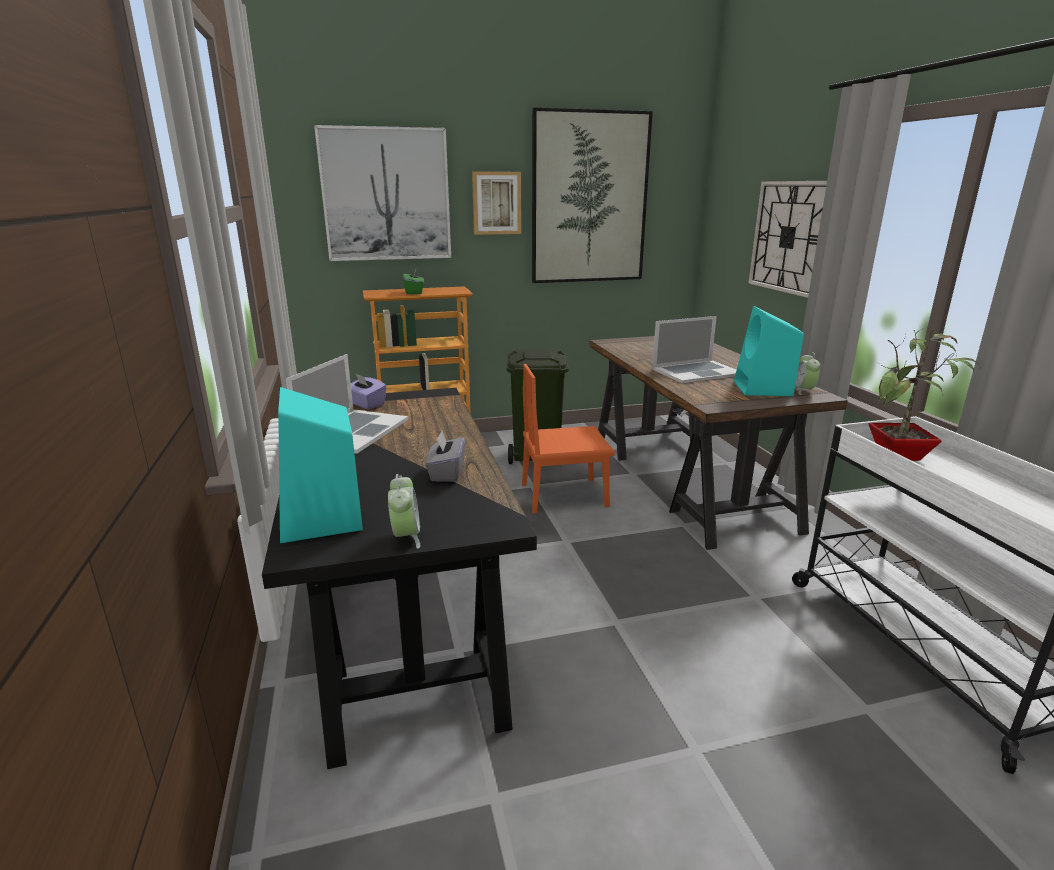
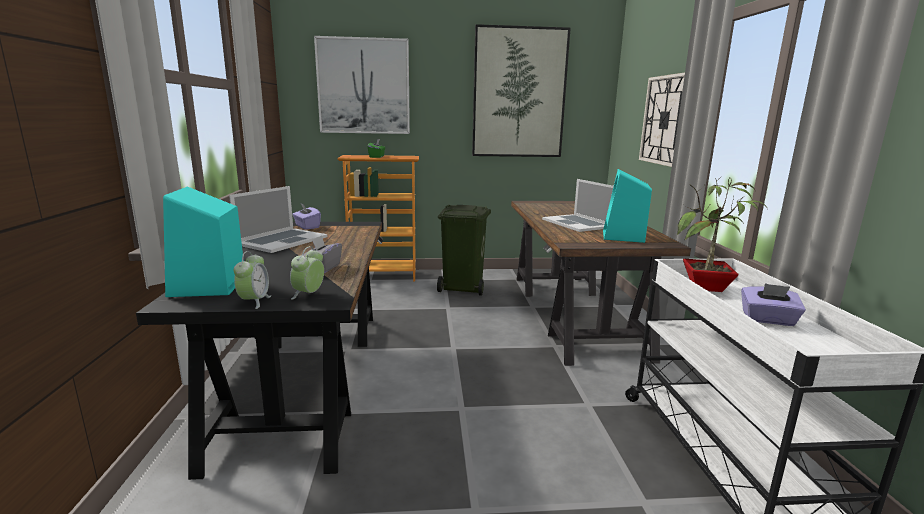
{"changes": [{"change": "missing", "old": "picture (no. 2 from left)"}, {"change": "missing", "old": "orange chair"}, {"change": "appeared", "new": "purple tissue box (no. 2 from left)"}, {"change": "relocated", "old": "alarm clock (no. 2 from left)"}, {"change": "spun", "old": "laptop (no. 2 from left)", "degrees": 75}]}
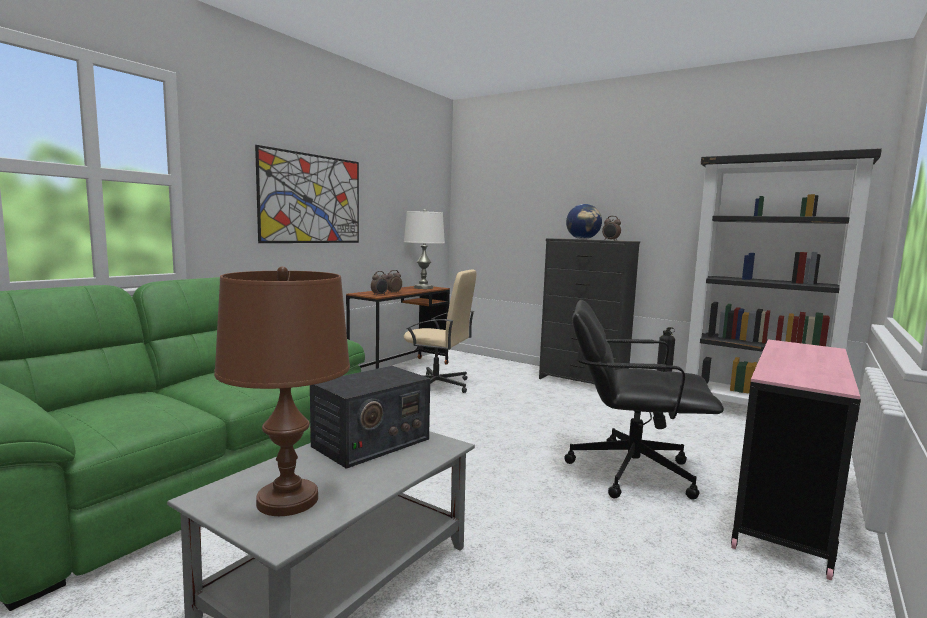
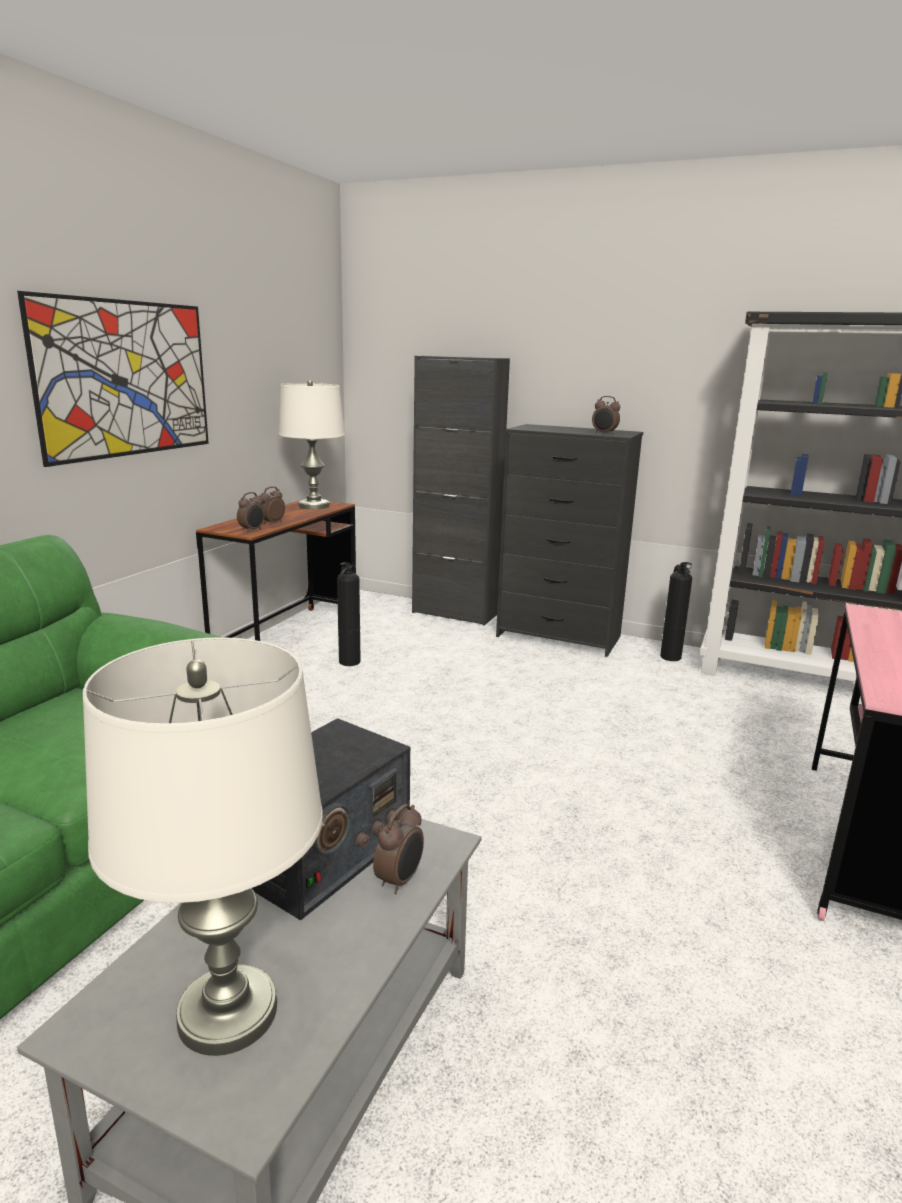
{"changes": [{"change": "missing", "old": "black office chair"}, {"change": "missing", "old": "globe"}, {"change": "appeared", "new": "alarm clock (no. 3 from left)"}, {"change": "appeared", "new": "black cabinet"}, {"change": "exchanged", "old": "beige office chair", "new": "fire extinguisher (no. 1 from left)"}, {"change": "colour", "old": "brown table lamp", "new": "white table lamp (no. 1 from left)"}]}
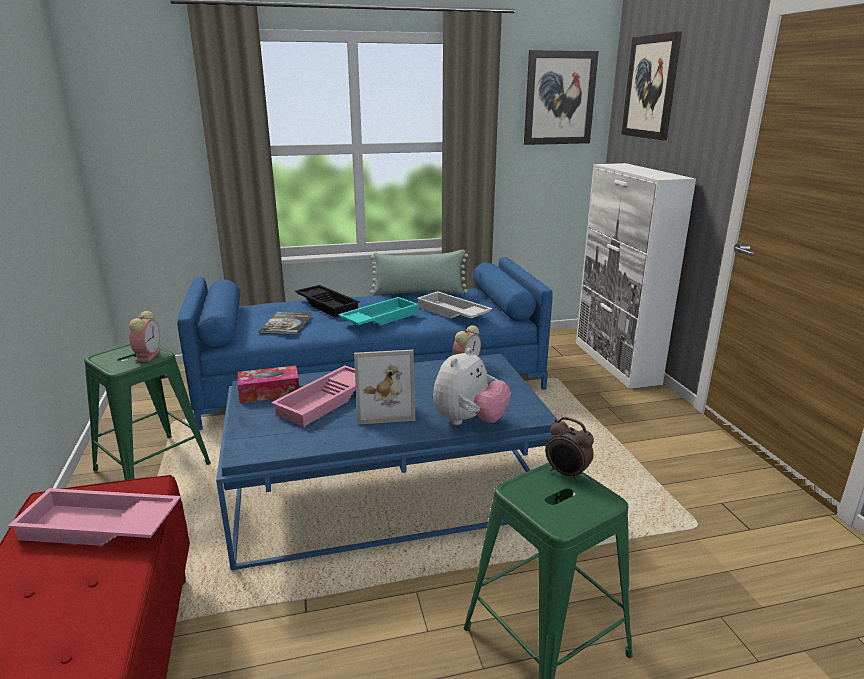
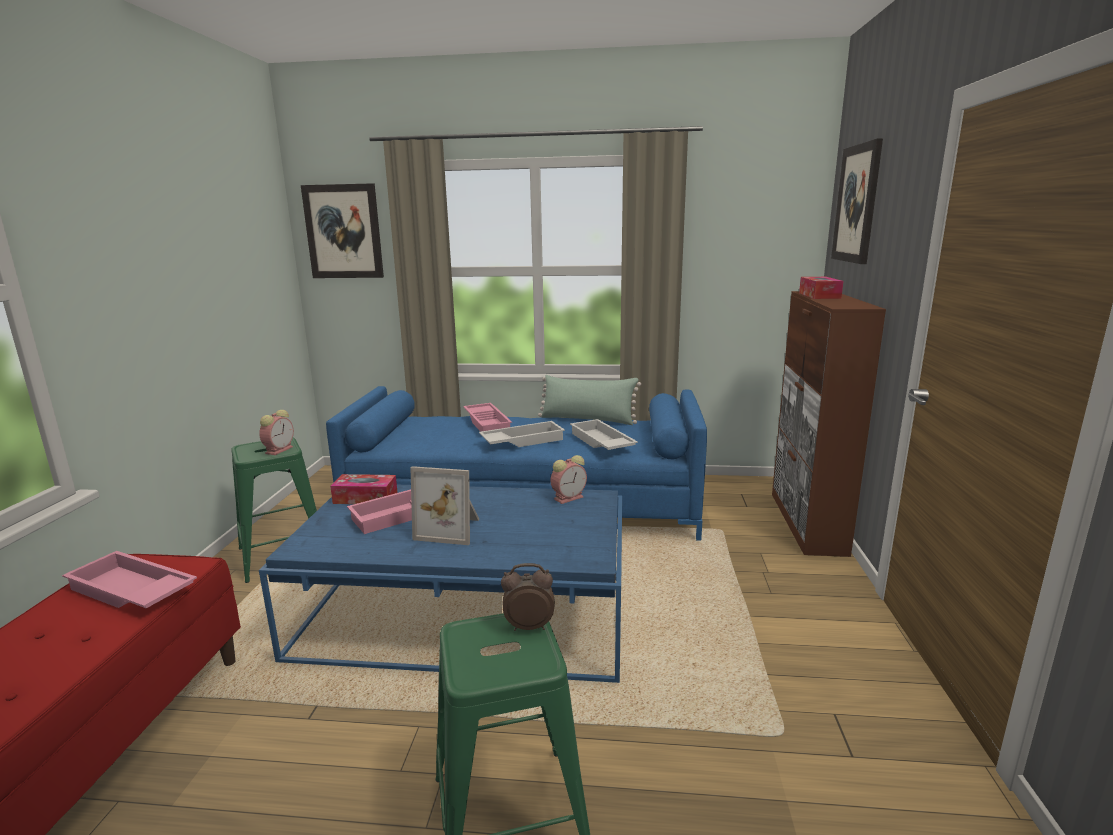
{"changes": [{"change": "missing", "old": "book"}, {"change": "missing", "old": "plush toy"}, {"change": "appeared", "new": "tissue box (no. 2 from left)"}, {"change": "relocated", "old": "picture (no. 1 from left)"}, {"change": "colour", "old": "black tray", "new": "pink tray (no. 3 from left)"}, {"change": "colour", "old": "turquoise tray", "new": "white tray (no. 1 from left)"}, {"change": "colour", "old": "white cabinet", "new": "brown cabinet"}, {"change": "spun", "old": "alarm clock (no. 3 from left in the first image)", "degrees": 120}]}
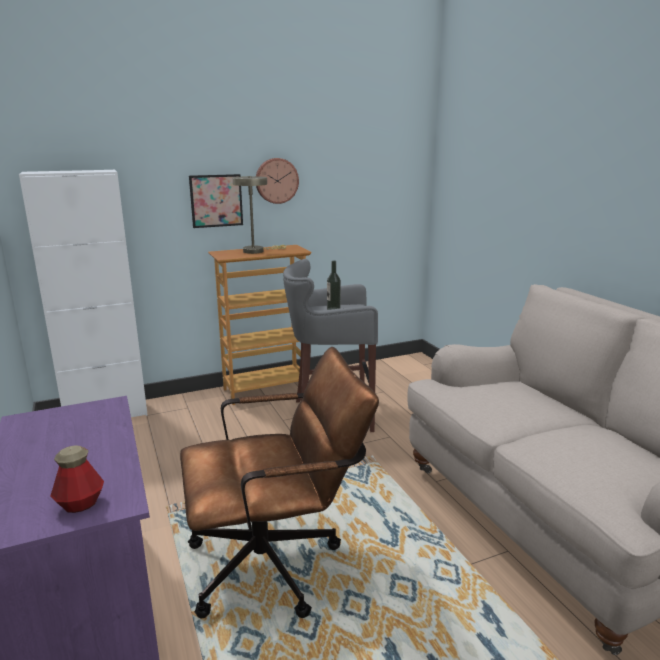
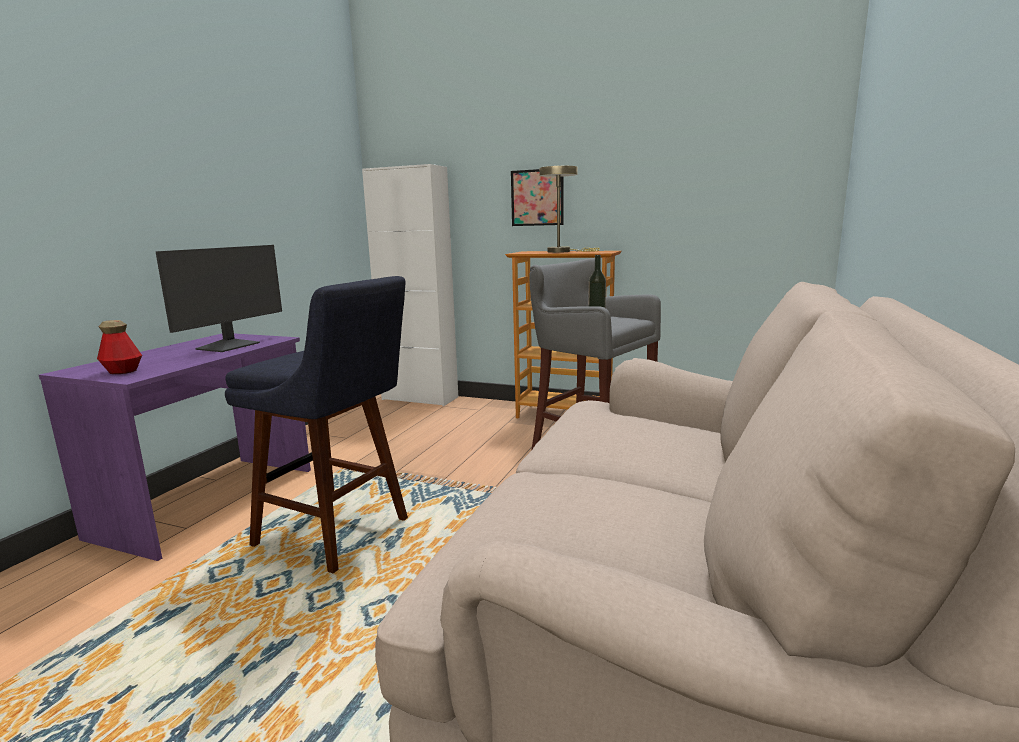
{"changes": [{"change": "missing", "old": "wall clock"}, {"change": "appeared", "new": "monitor"}, {"change": "exchanged", "old": "brown office chair", "new": "blue stool"}]}
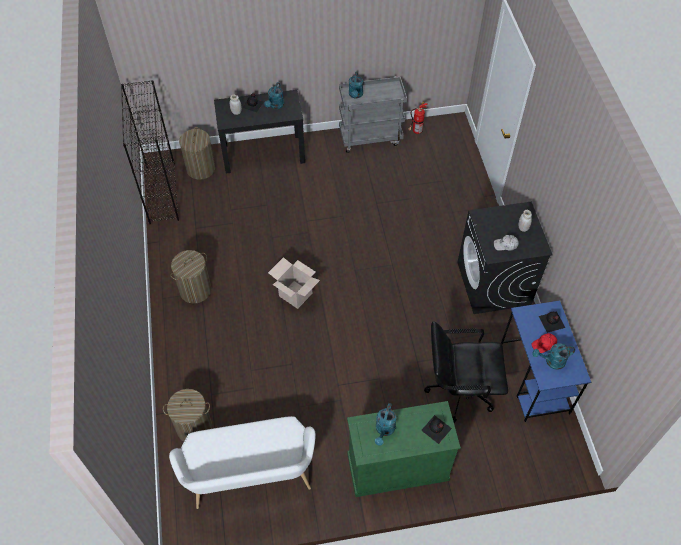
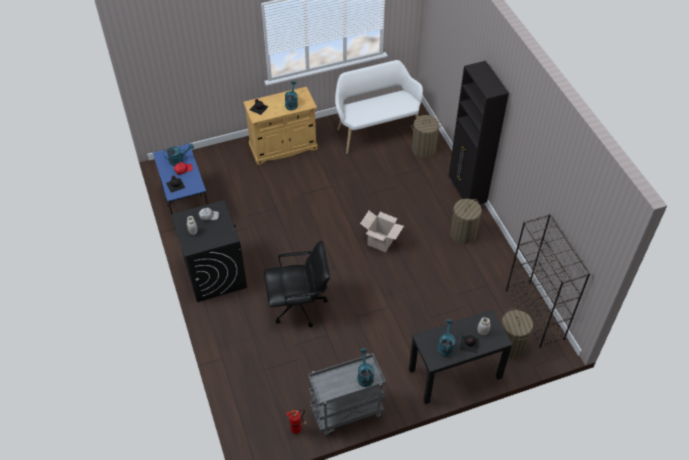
{"changes": [{"change": "appeared", "new": "black cabinet"}, {"change": "relocated", "old": "black office chair"}, {"change": "colour", "old": "green cabinet", "new": "beige cabinet"}]}
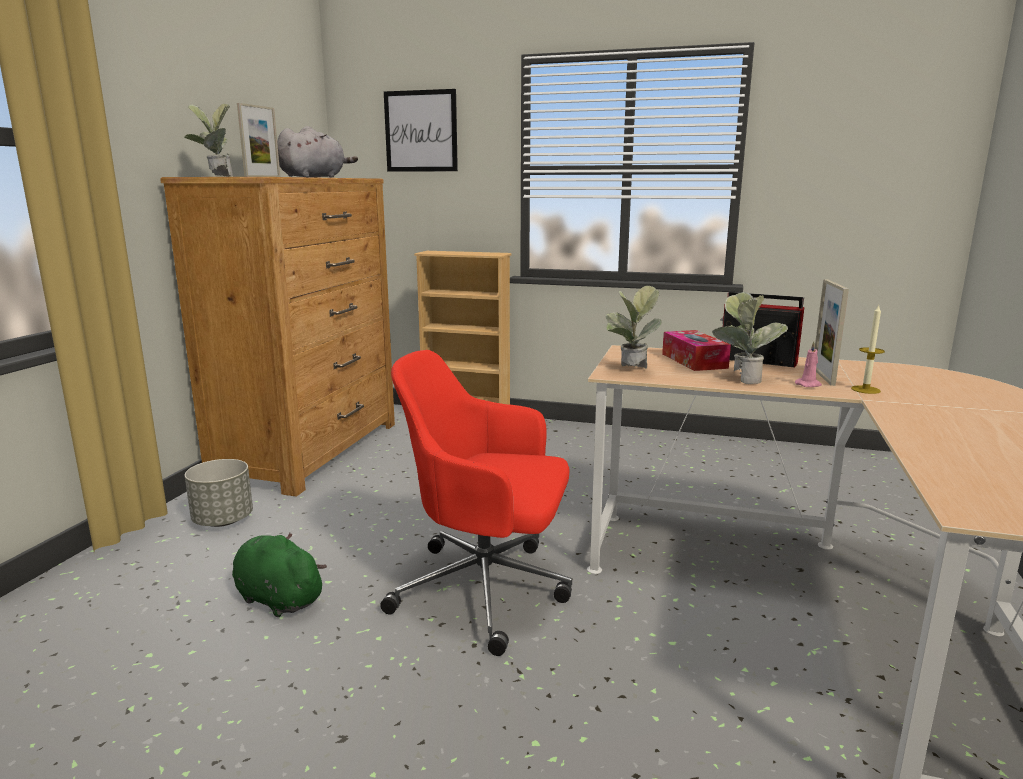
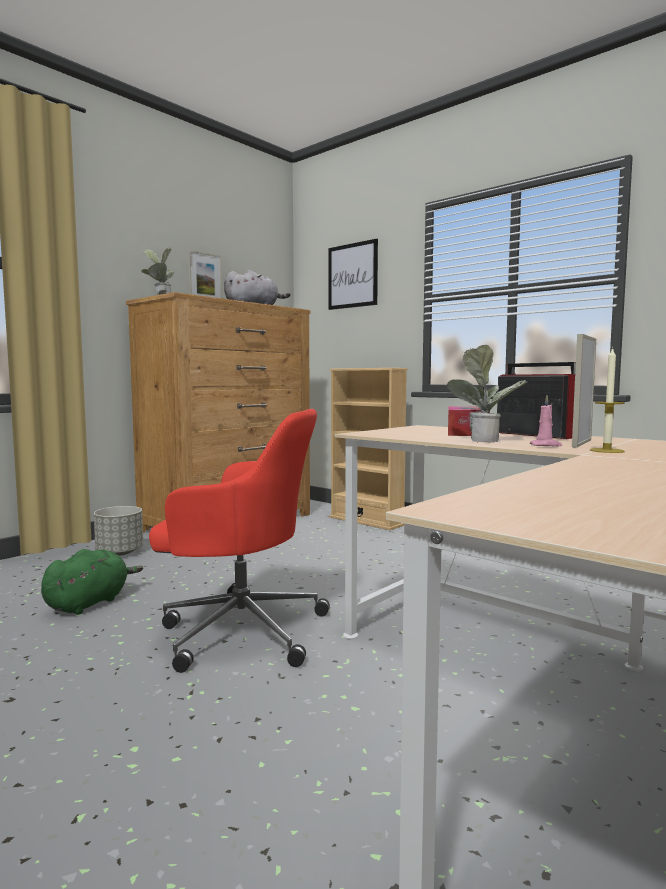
{"changes": [{"change": "missing", "old": "potted plant (no. 2 from left)"}, {"change": "spun", "old": "green plush toy", "degrees": 60}, {"change": "spun", "old": "red office chair", "degrees": 150}]}
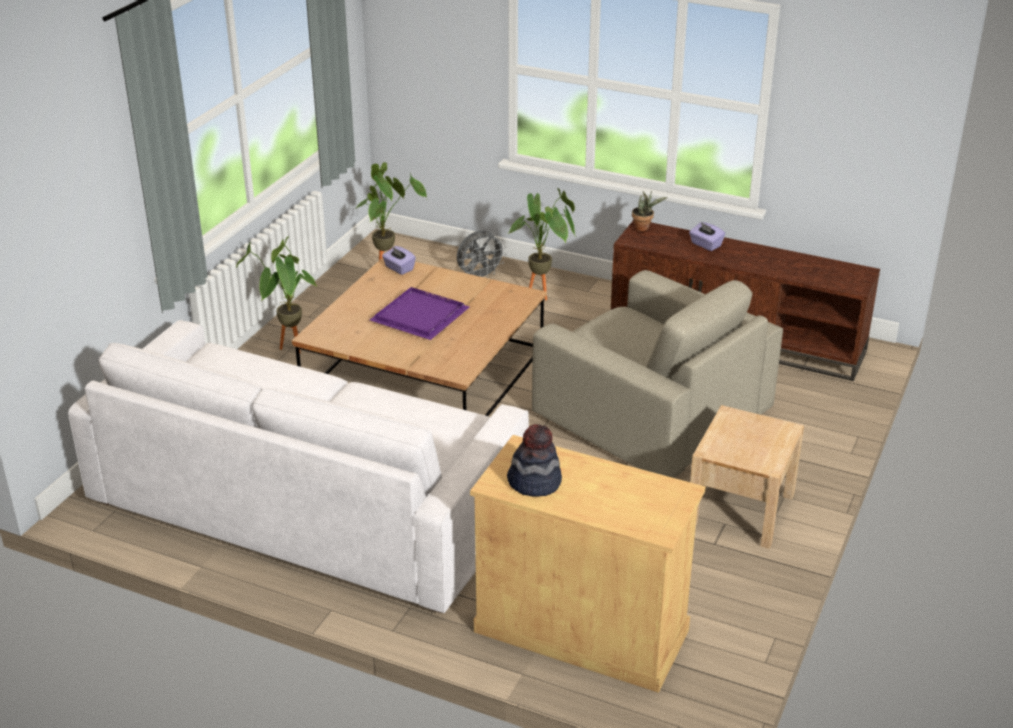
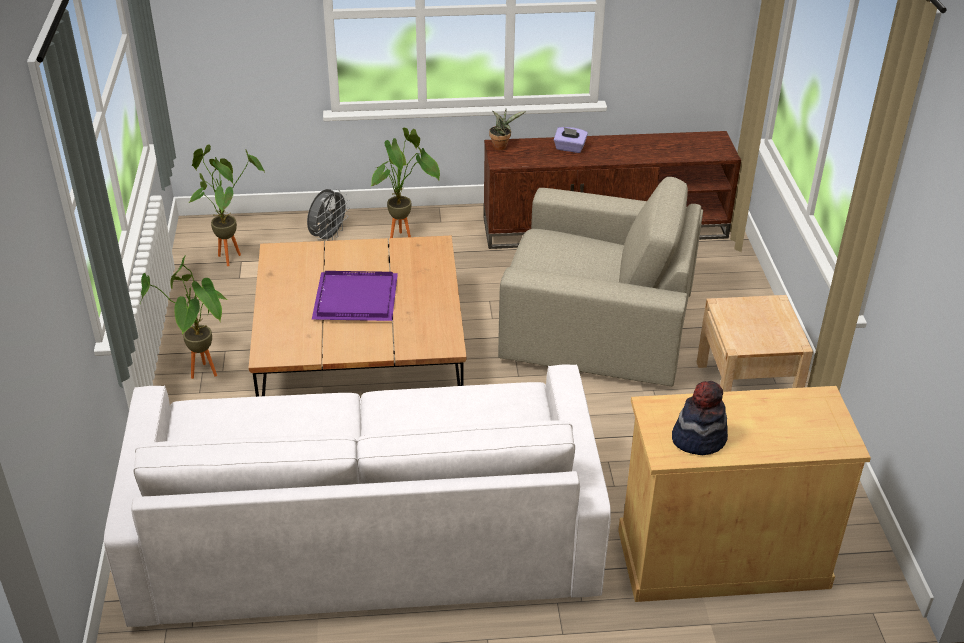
{"changes": [{"change": "missing", "old": "purple tissue box (no. 1 from left)"}]}
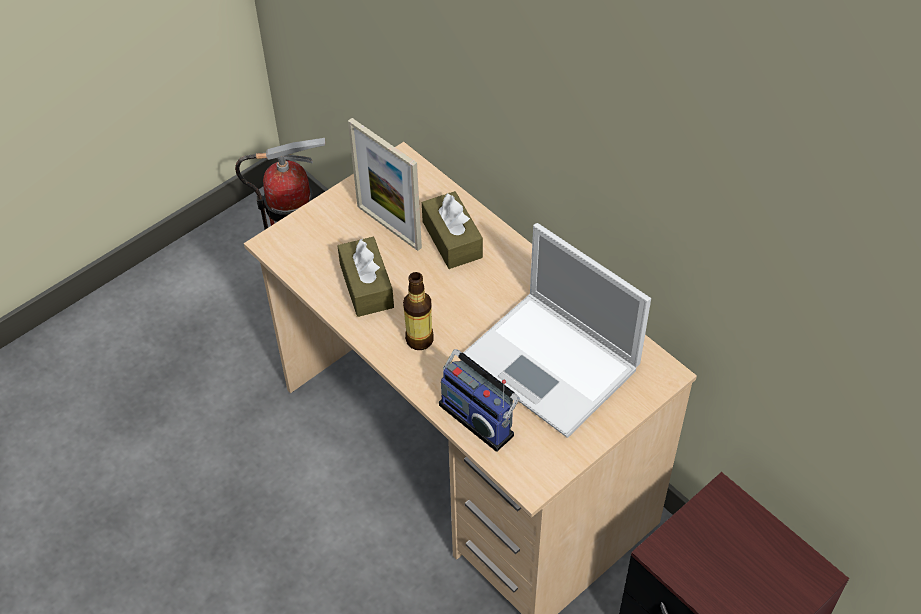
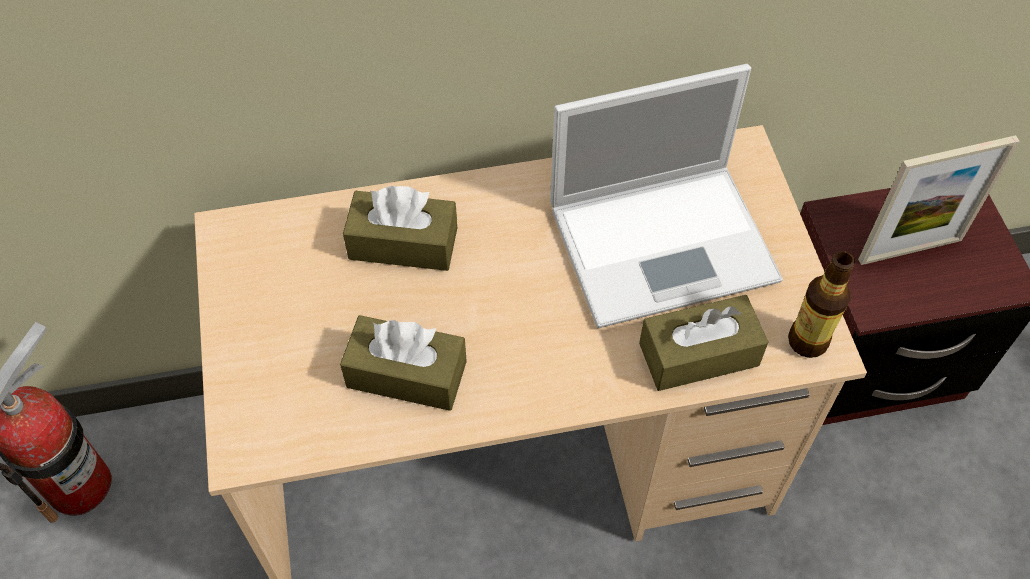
{"changes": [{"change": "relocated", "old": "picture frame"}, {"change": "relocated", "old": "bottle"}, {"change": "exchanged", "old": "radio", "new": "brown tissue box (no. 3 from left)"}]}
